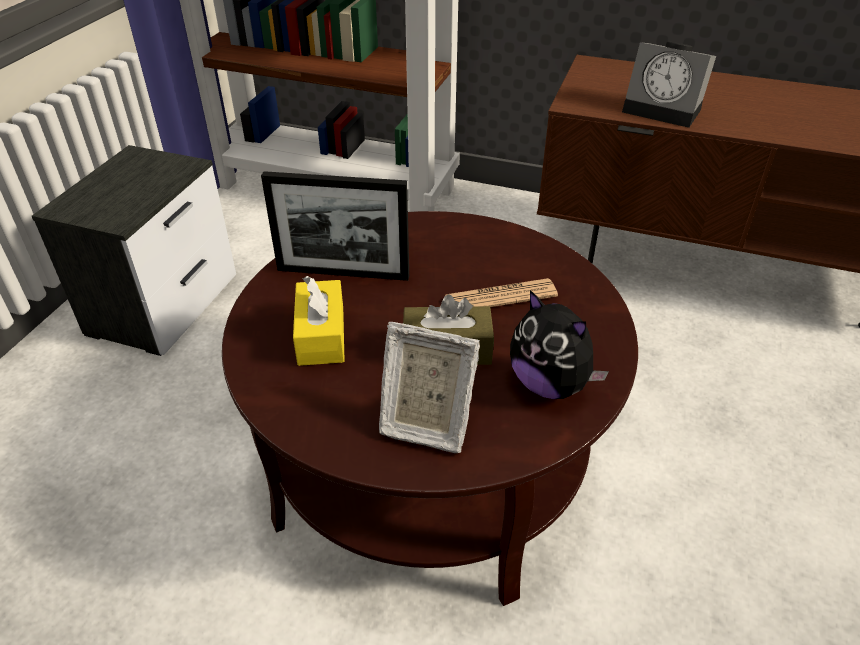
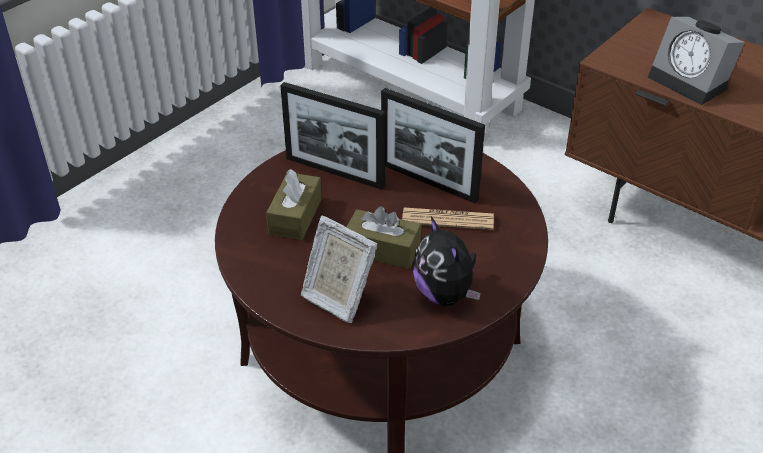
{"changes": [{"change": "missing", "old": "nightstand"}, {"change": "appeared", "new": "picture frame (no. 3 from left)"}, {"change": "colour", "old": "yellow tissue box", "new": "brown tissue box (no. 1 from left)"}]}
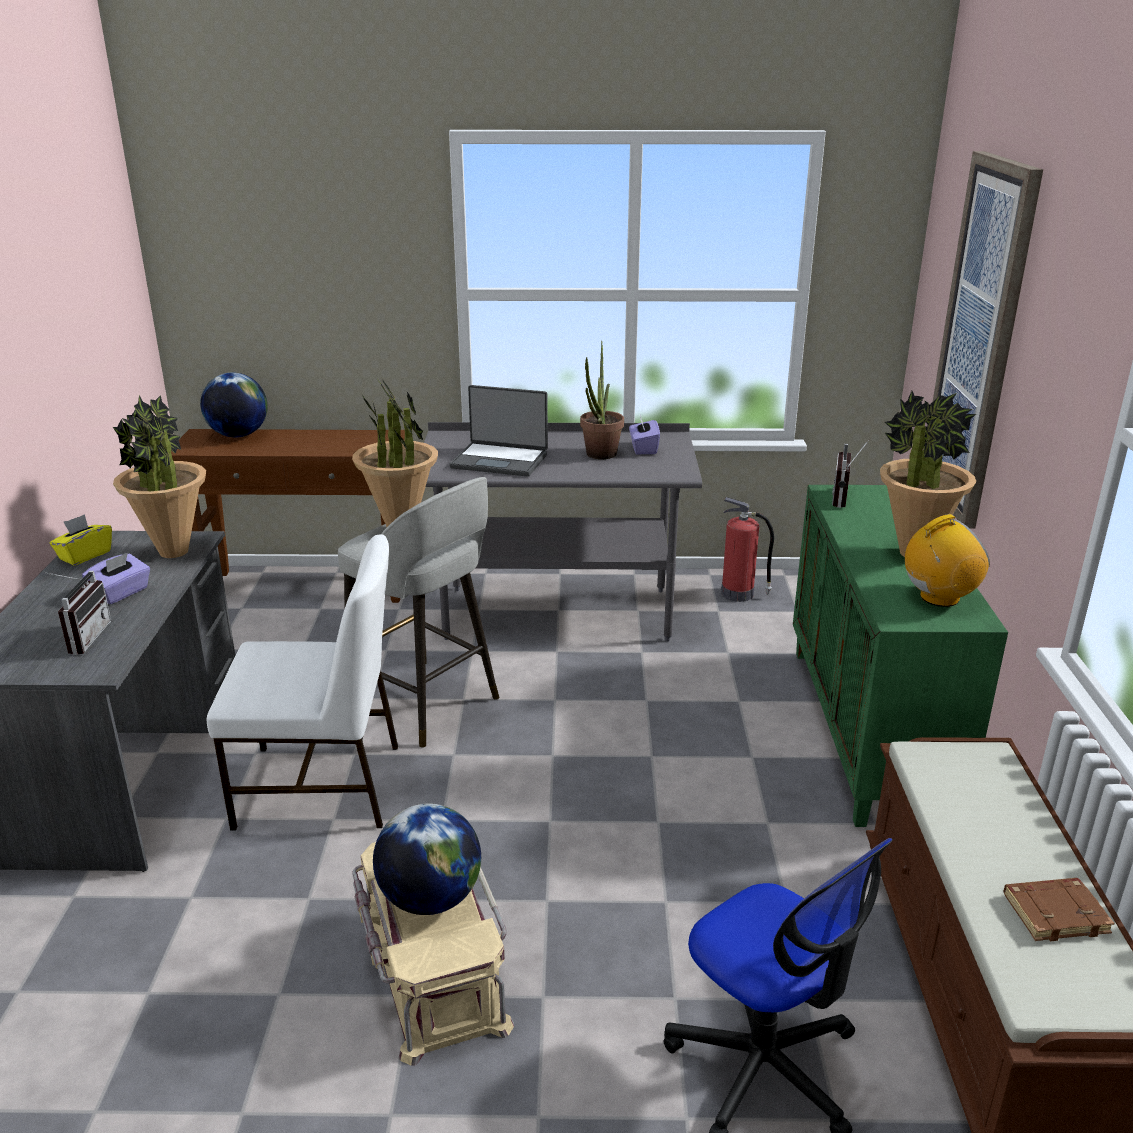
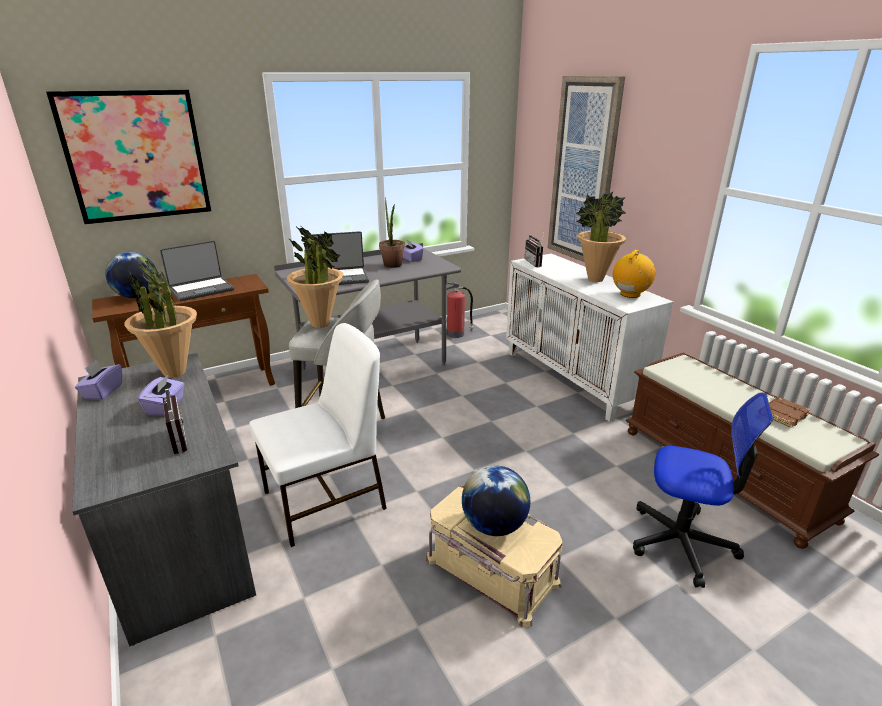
{"changes": [{"change": "appeared", "new": "picture (no. 1 from left)"}, {"change": "appeared", "new": "laptop (no. 1 from left)"}, {"change": "colour", "old": "yellow tissue box", "new": "purple tissue box (no. 1 from left)"}, {"change": "colour", "old": "green cabinet", "new": "white cabinet"}]}
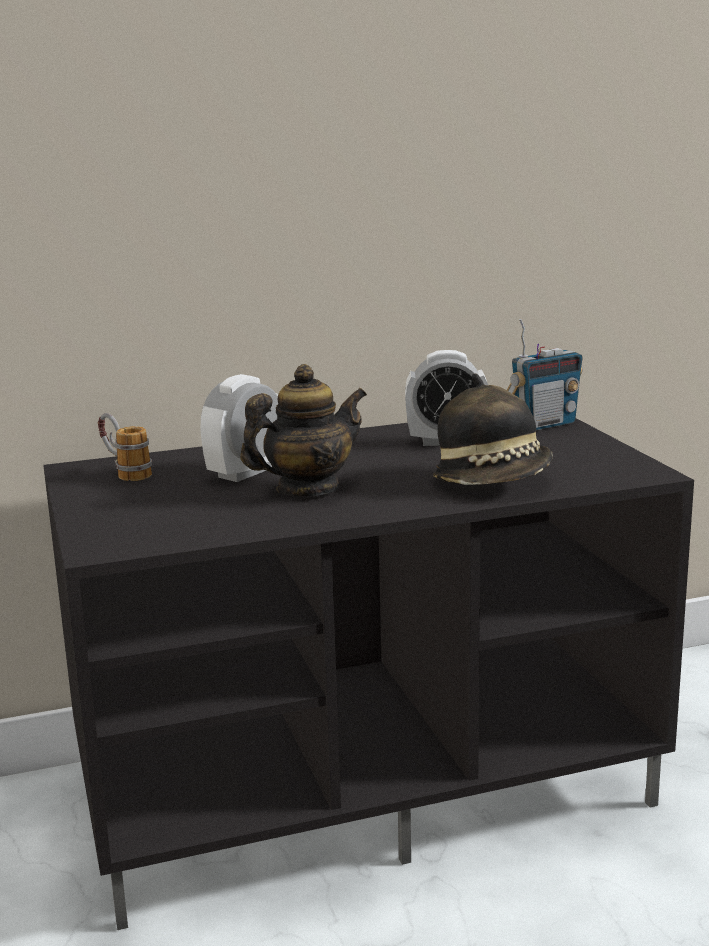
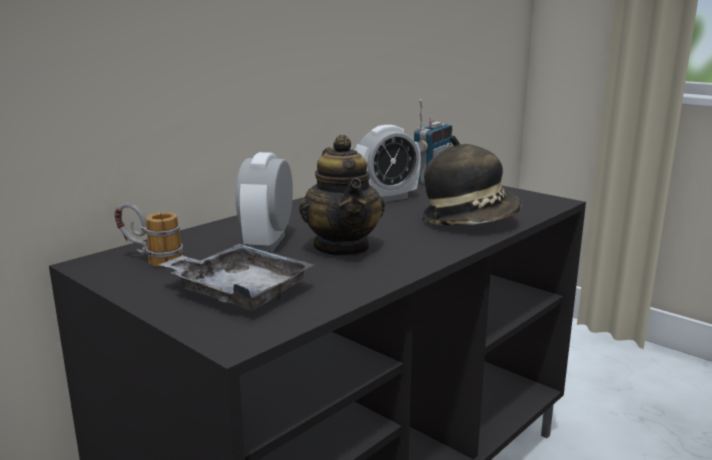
{"changes": [{"change": "appeared", "new": "grey tray"}, {"change": "spun", "old": "teapot", "degrees": 135}]}
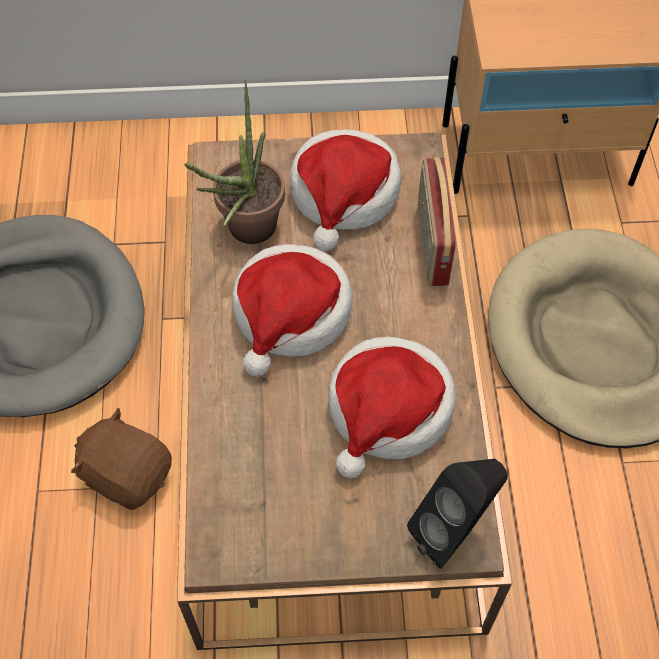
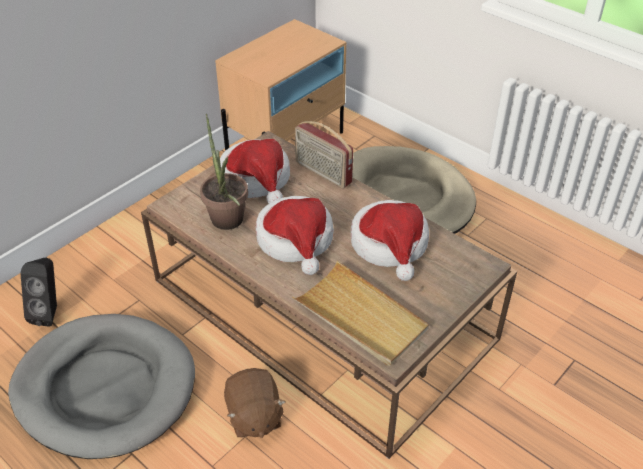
{"changes": [{"change": "appeared", "new": "beige tray"}, {"change": "relocated", "old": "black speaker"}, {"change": "spun", "old": "brown plush toy", "degrees": -90}]}
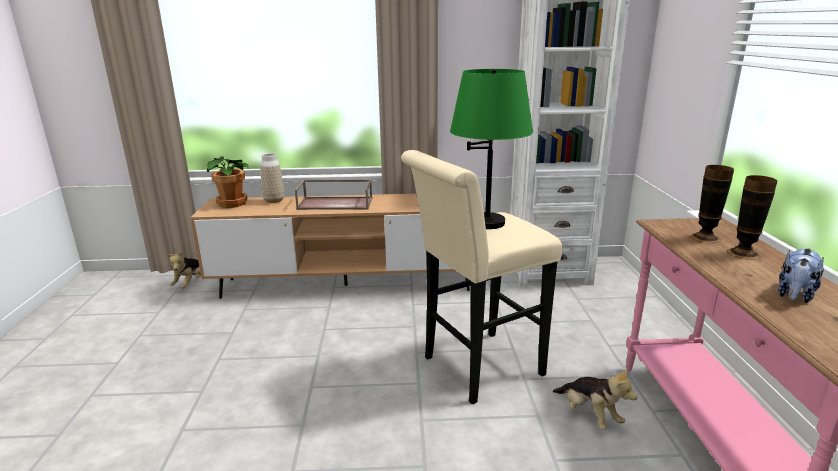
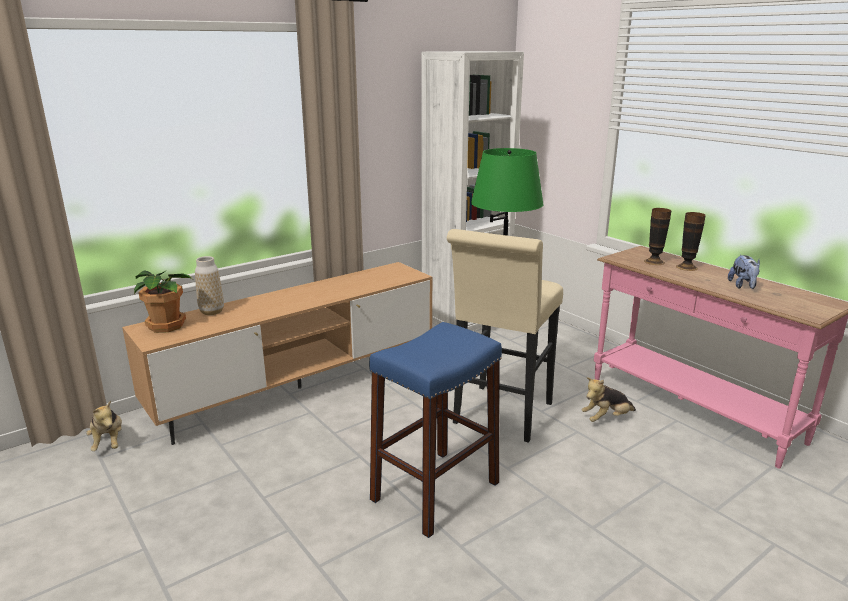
{"changes": [{"change": "missing", "old": "brown tray"}, {"change": "appeared", "new": "blue stool"}, {"change": "spun", "old": "plush toy (no. 2 from left)", "degrees": 135}]}
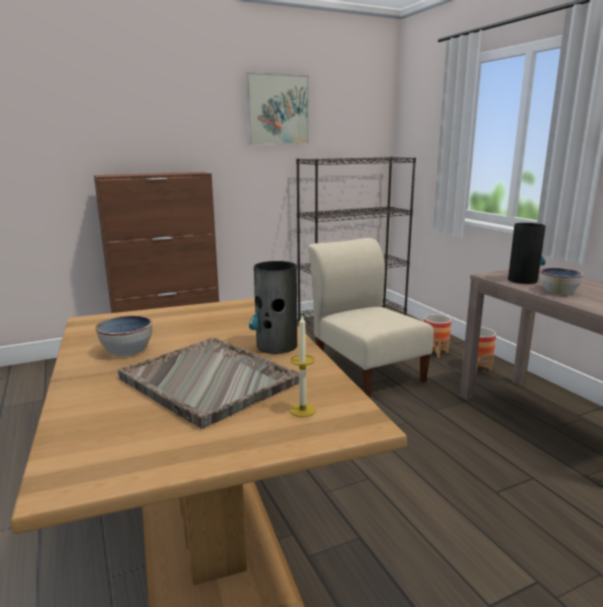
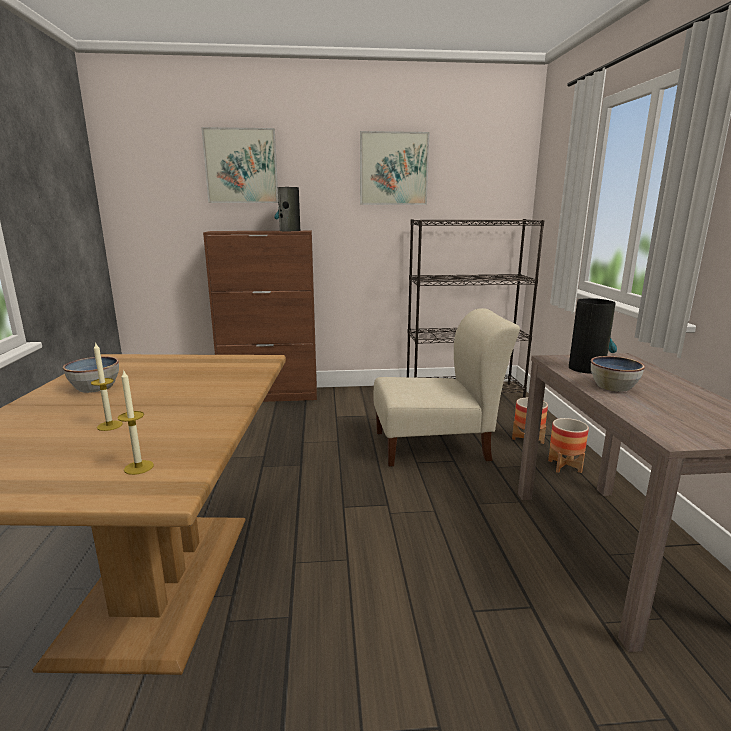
{"changes": [{"change": "appeared", "new": "picture (no. 1 from left)"}, {"change": "relocated", "old": "vase (no. 1 from left)"}, {"change": "exchanged", "old": "grey tray", "new": "candle (no. 1 from left)"}, {"change": "spun", "old": "beige chair", "degrees": 90}]}
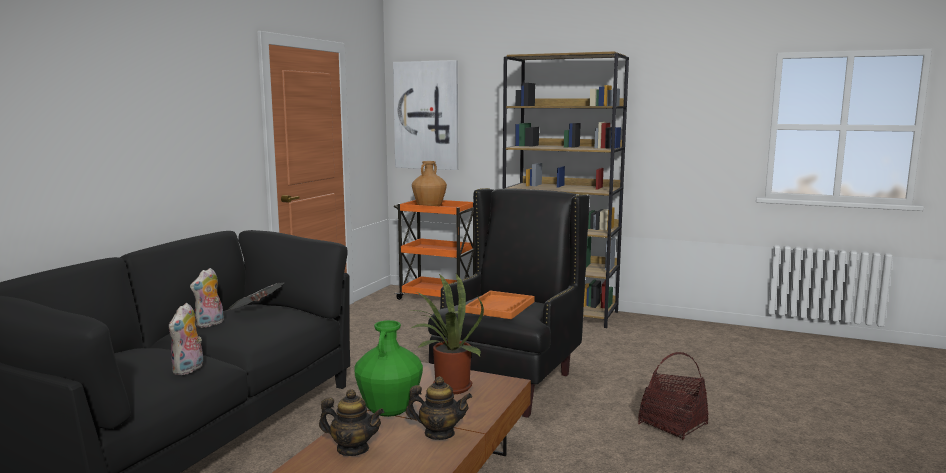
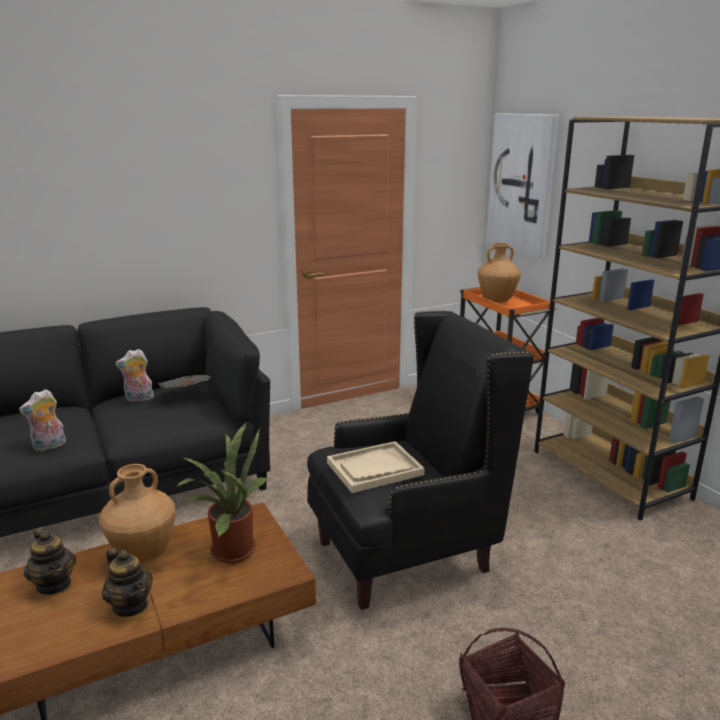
{"changes": [{"change": "colour", "old": "green vase", "new": "brown vase (no. 1 from left)"}, {"change": "colour", "old": "orange tray", "new": "beige tray"}]}
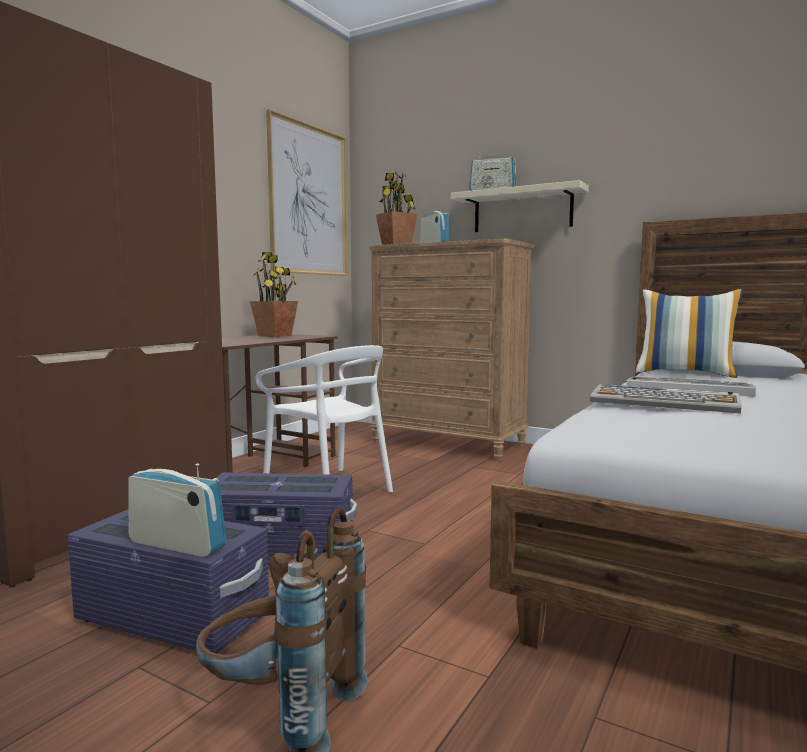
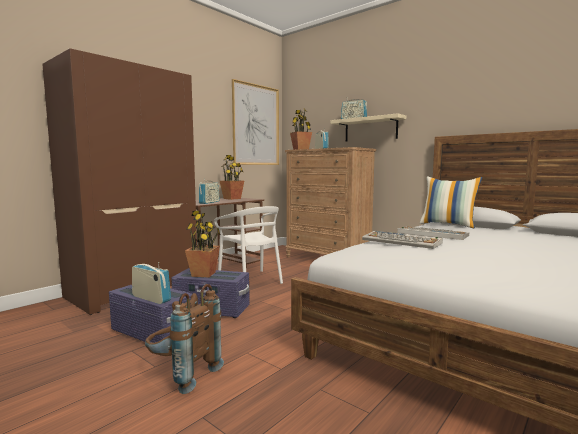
{"changes": [{"change": "appeared", "new": "potted plant (no. 1 from left)"}, {"change": "appeared", "new": "radio (no. 2 from left)"}]}
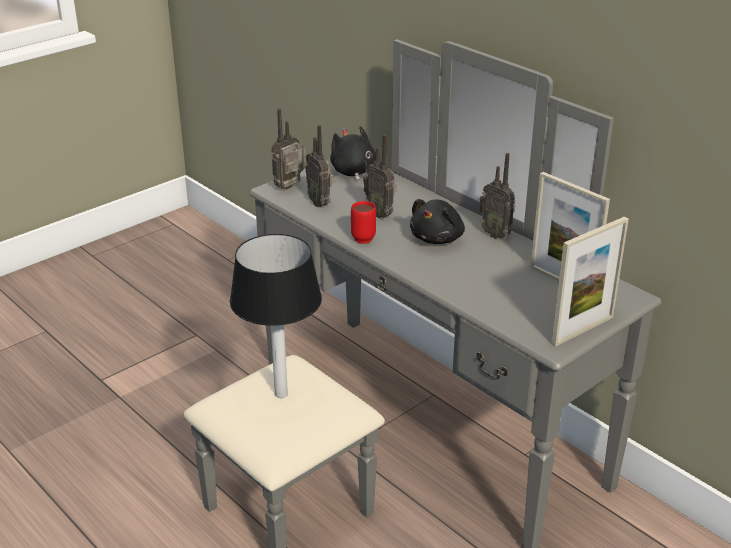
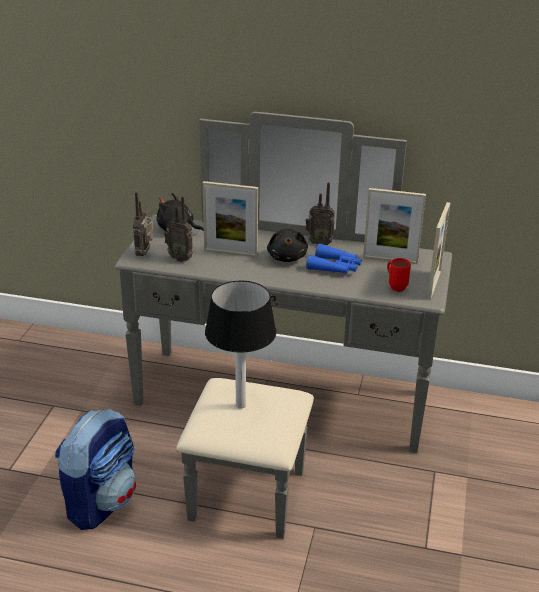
{"changes": [{"change": "appeared", "new": "backpack"}, {"change": "appeared", "new": "blue binoculars"}, {"change": "relocated", "old": "red mug"}, {"change": "exchanged", "old": "radio (no. 3 from left)", "new": "picture frame (no. 1 from left)"}]}
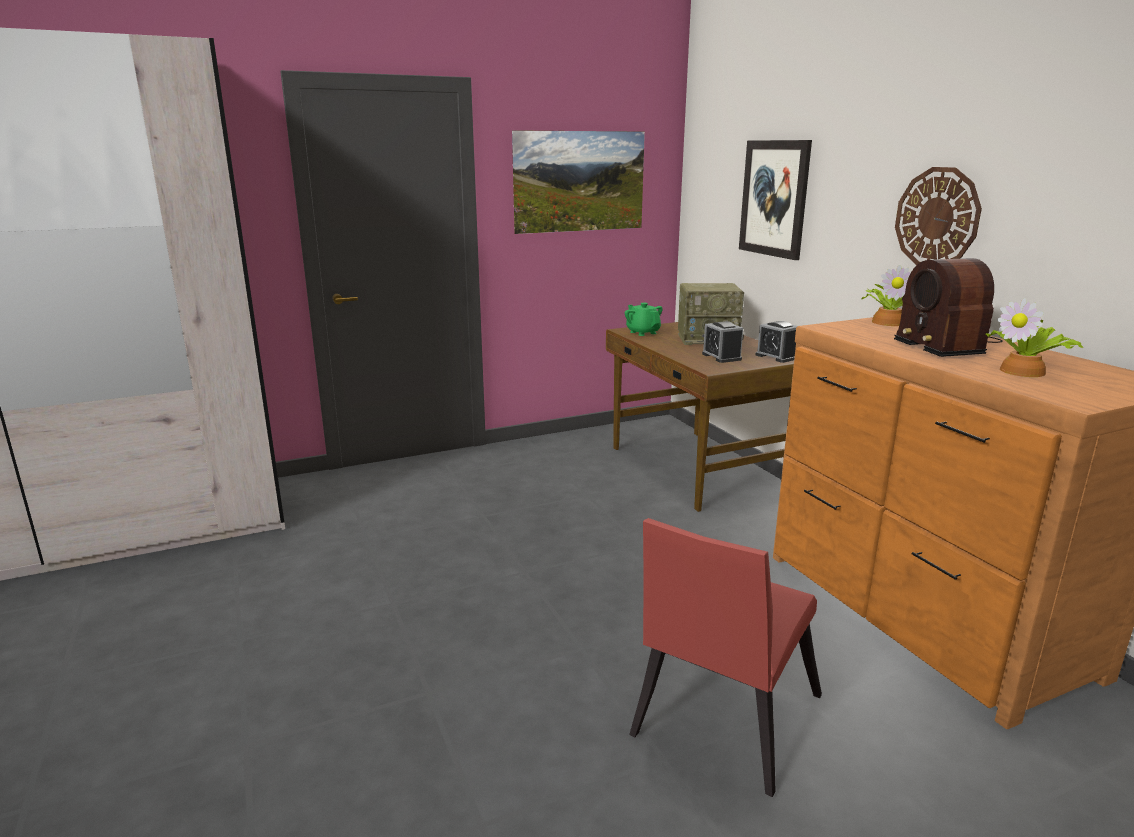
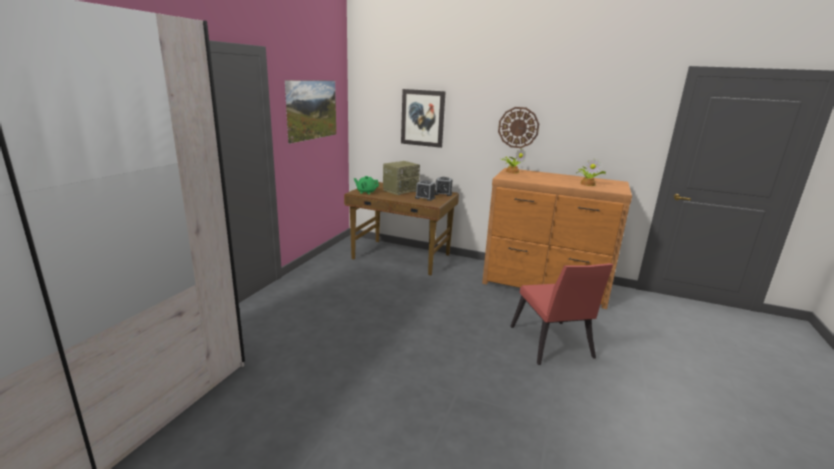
{"changes": [{"change": "missing", "old": "radio (no. 2 from left)"}]}
